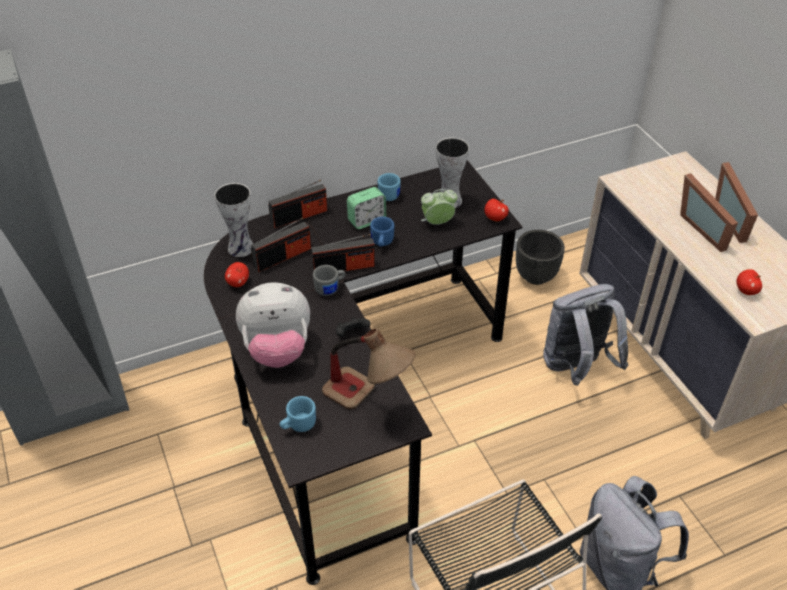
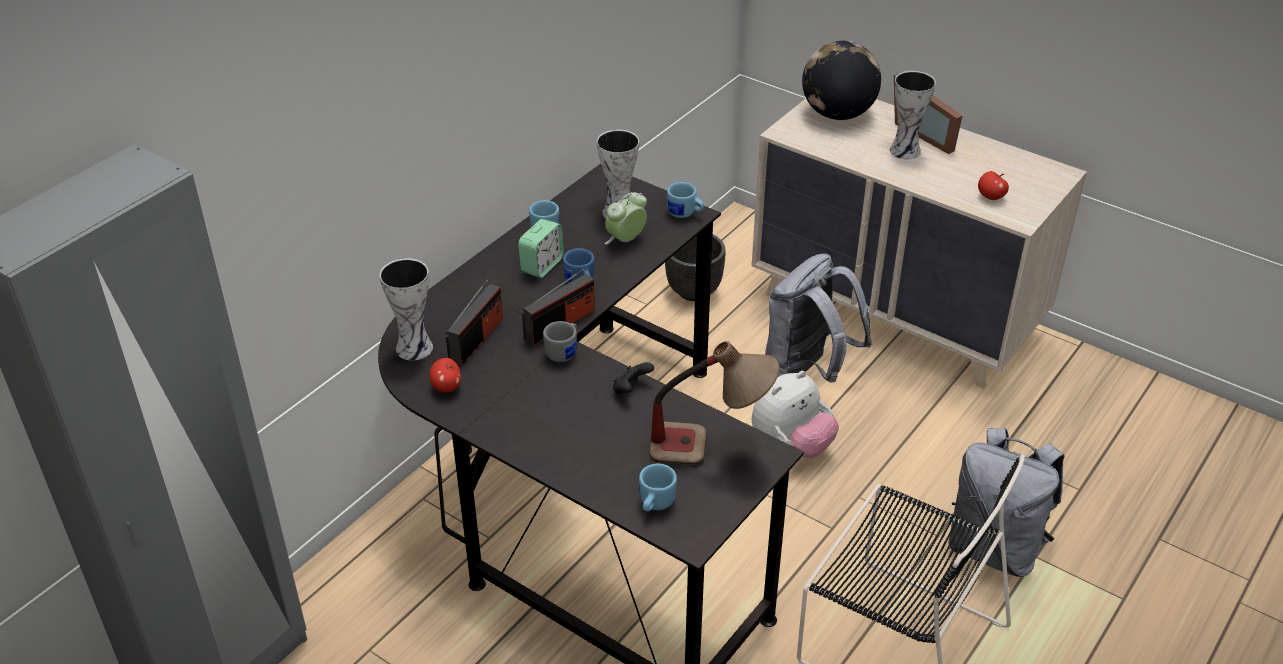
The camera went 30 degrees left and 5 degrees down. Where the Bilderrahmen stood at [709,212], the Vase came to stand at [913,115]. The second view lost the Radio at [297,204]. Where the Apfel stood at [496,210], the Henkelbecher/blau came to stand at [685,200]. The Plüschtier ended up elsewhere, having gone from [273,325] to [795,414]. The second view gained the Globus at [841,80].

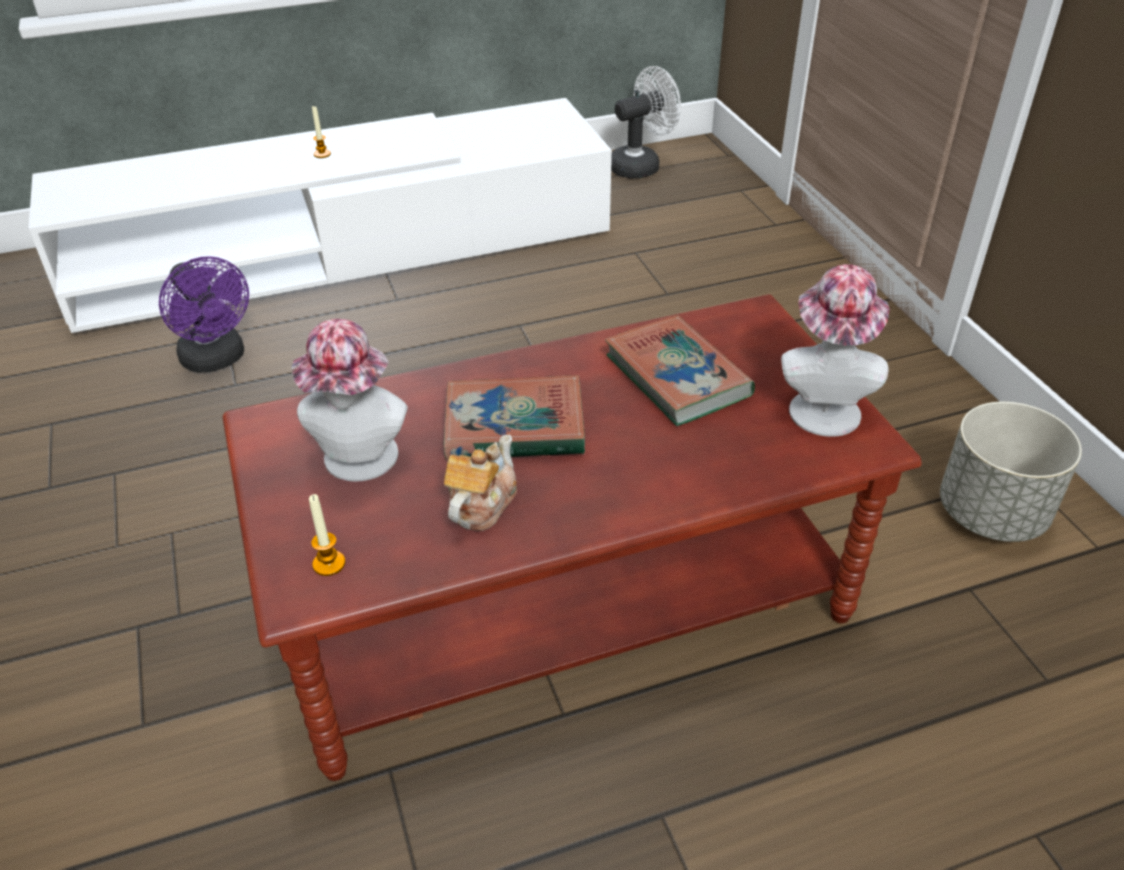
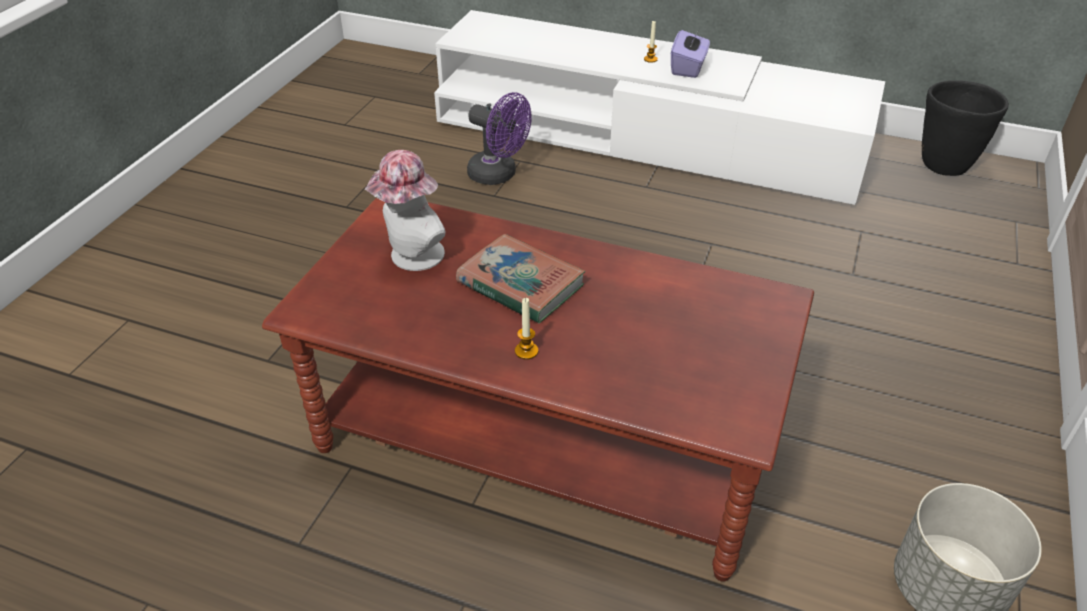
The camera went 40 degrees right and 0 degrees up. Where the Ventilator/weiß stood at [646,122], the Pflanzkübel/schwarz came to stand at [965,128]. The Ventilator/lila at [204,314] ended up facing another way, 60 degrees counterclockwise from before. The second view lost the Hut at [835,350]. The second view lost the Buch at [680,370]. The second view lost the Teekanne at [480,483]. The Kerze ended up elsewhere, having gone from [327,535] to [526,329]. The second view gained the Taschentuchbox/lila at [690,52].

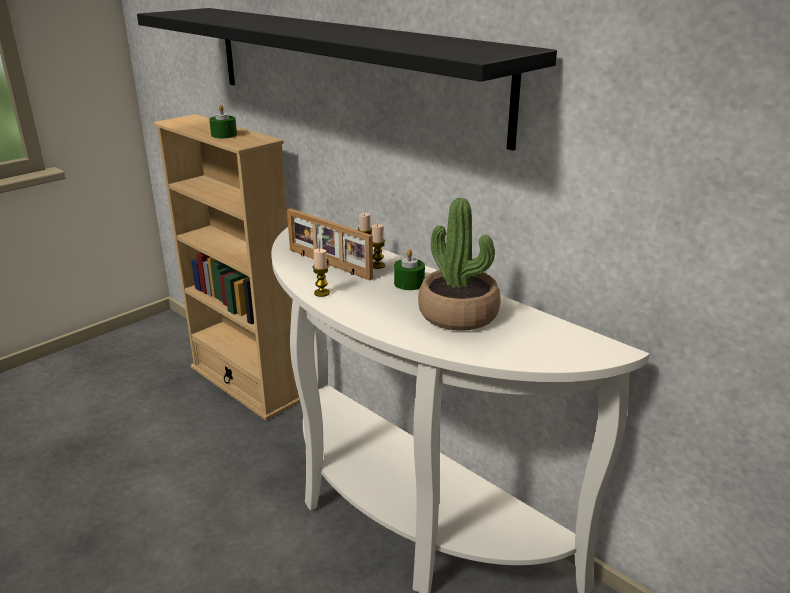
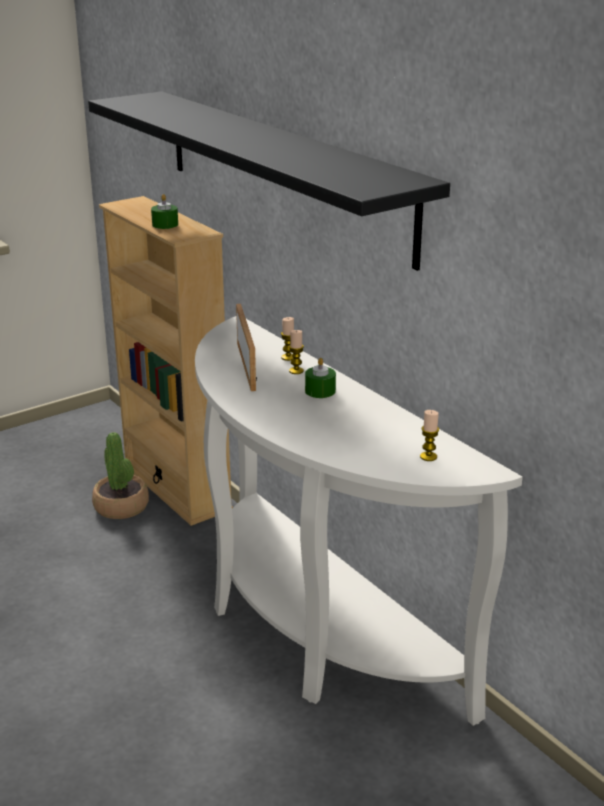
The camera went 10 degrees right and 0 degrees up. The Topfpflanze ended up elsewhere, having gone from [459,264] to [120,475]. The Bilderrahmen at [330,244] ended up facing another way, 150 degrees counterclockwise from before. The Kerze ended up elsewhere, having gone from [321,273] to [429,435].

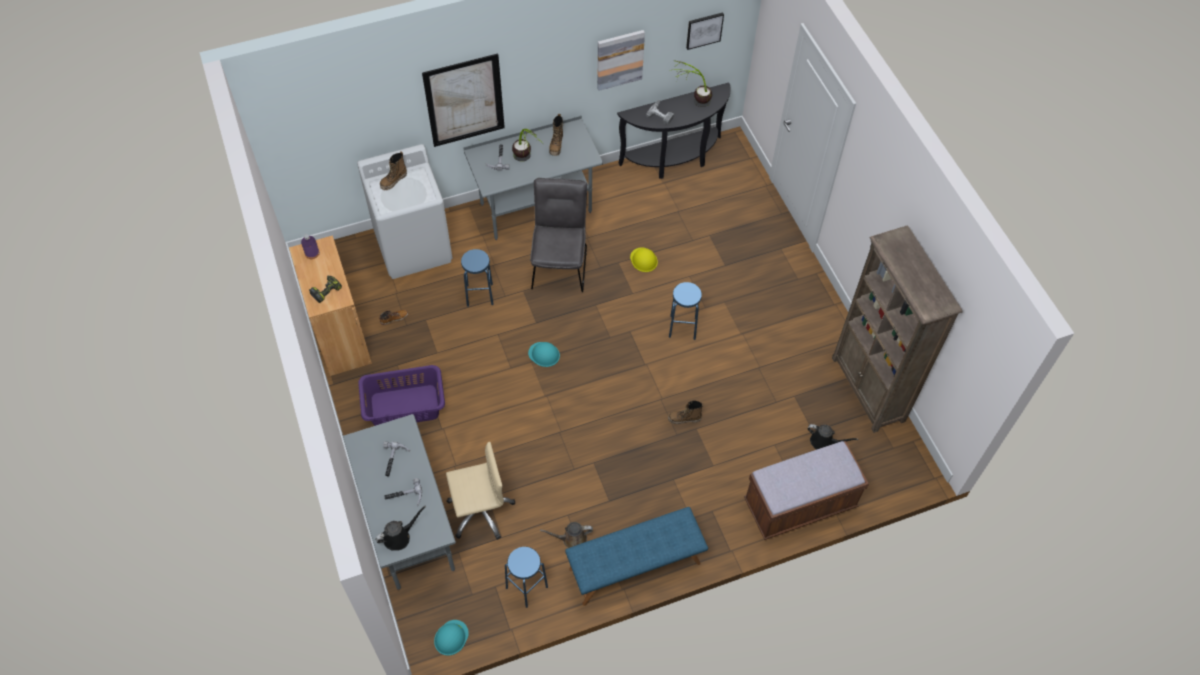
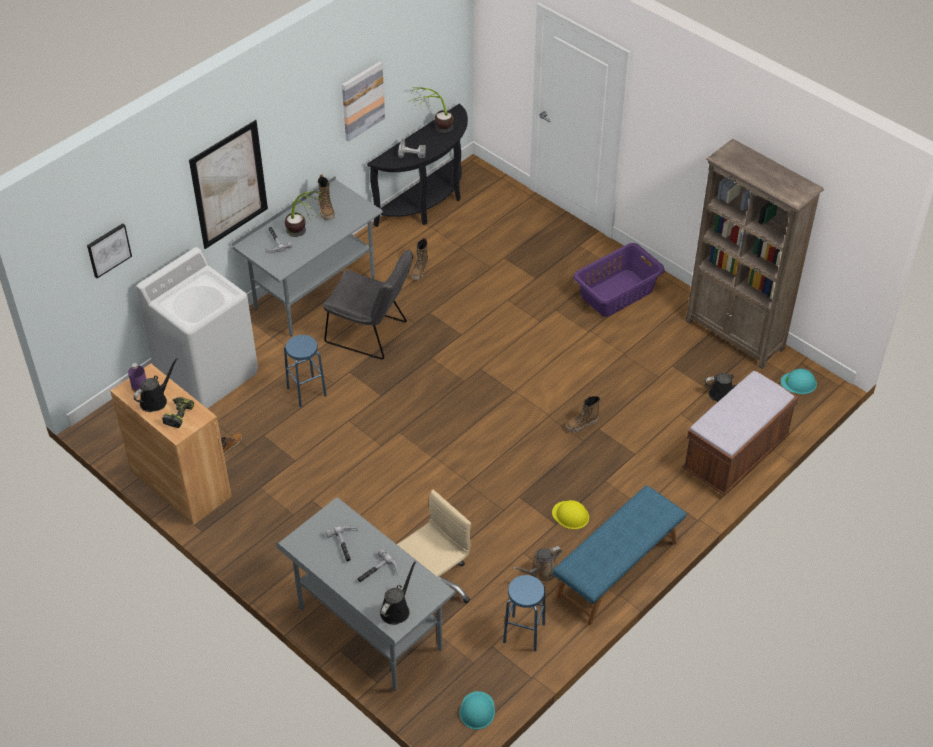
The camera went 25 degrees left and 10 degrees down. The Bild ended up elsewhere, having gone from [705,31] to [109,250]. The Stiefel ended up elsewhere, having gone from [393,170] to [419,258]. The Stuhl/grau at [559,235] ended up facing another way, 135 degrees clockwise from before. The Schutzhelm/gelb ended up elsewhere, having gone from [644,260] to [570,514]. The second view lost the Hocker/blau at [685,311]. The Schutzhelm/türkis ended up elsewhere, having gone from [544,354] to [799,381]. The Wäschekorb/lila ended up elsewhere, having gone from [401,395] to [619,280]. The second view gained the Gießkanne/schwarz at [155,385].

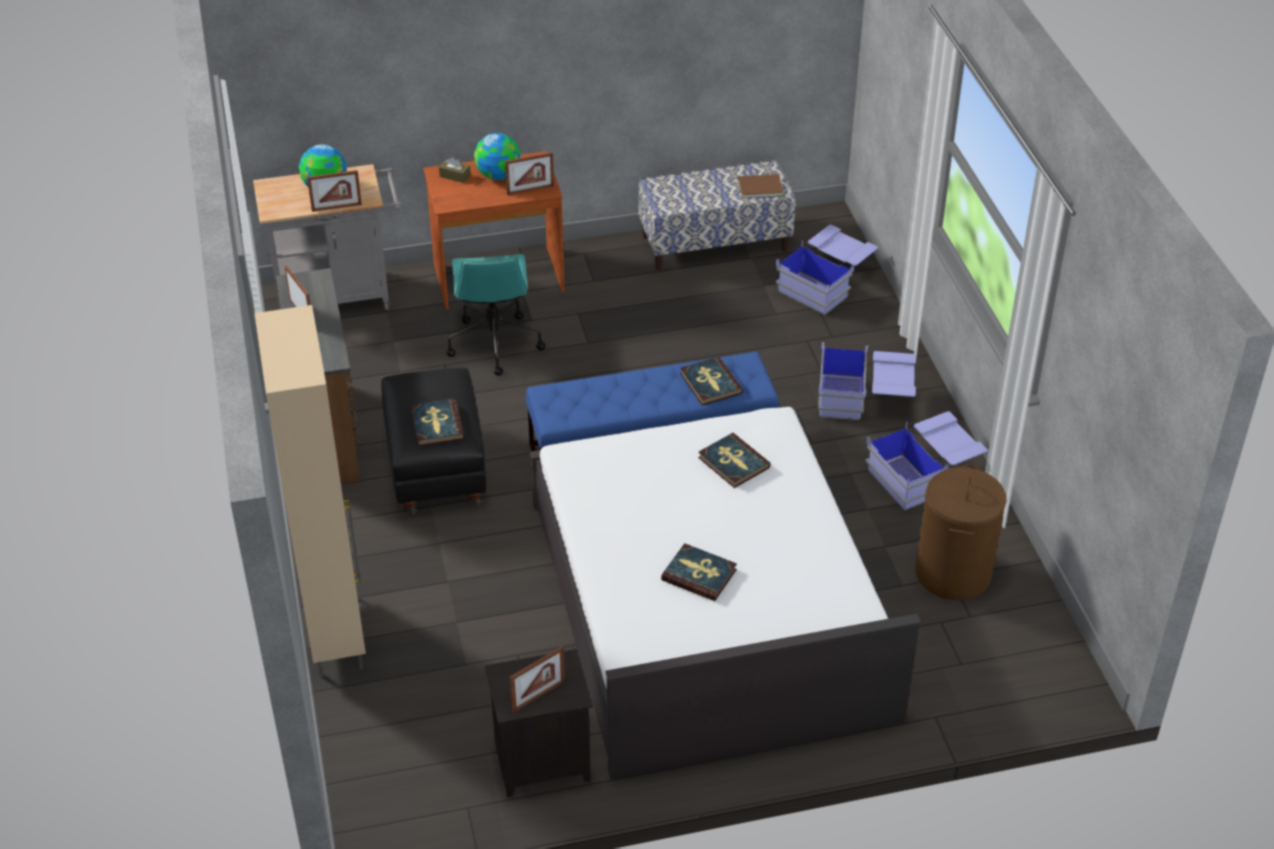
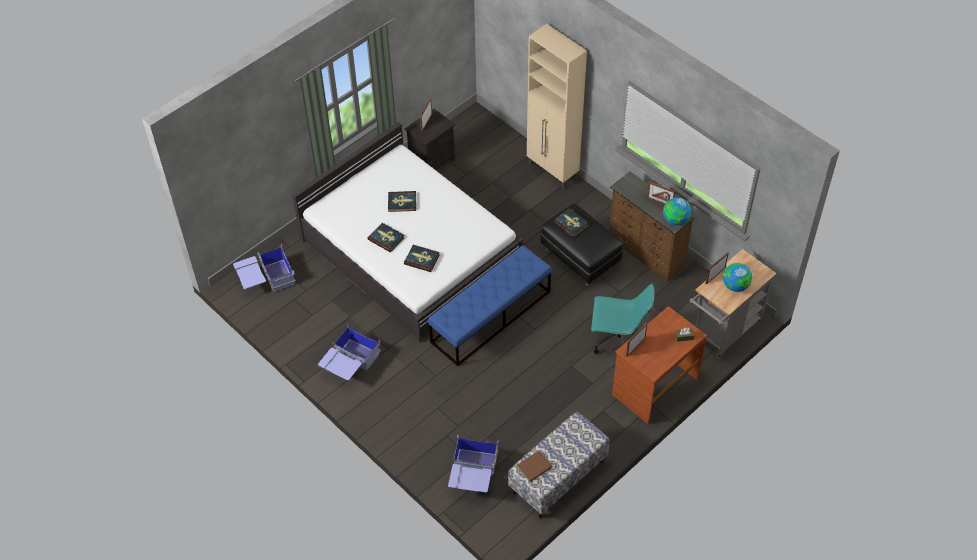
The camera went 150 degrees right and 10 degrees up. The Globus ended up elsewhere, having gone from [497,156] to [677,211]. The Bürostuhl/türkis at [495,315] ended up facing another way, 135 degrees clockwise from before. The Aufbewahrungsbox/blau ended up elsewhere, having gone from [867,381] to [264,268]. The Buch ended up elsewhere, having gone from [711,381] to [386,237]. The second view lost the Wäschekorb/braun at [961,532].

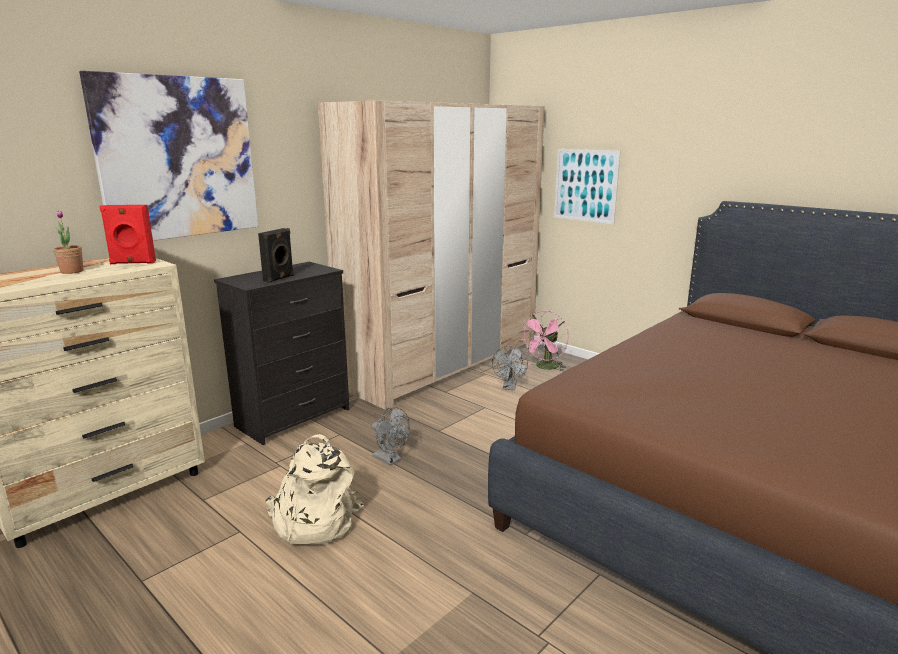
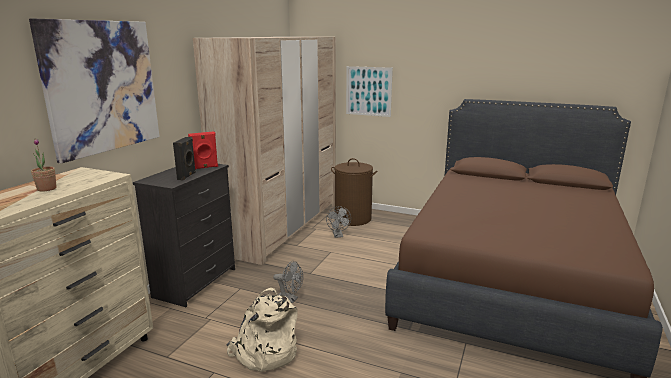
The camera went 20 degrees left and 0 degrees up. The Lautsprecher/rot ended up elsewhere, having gone from [127,234] to [203,150]. Where the Ventilator/rosa stood at [544,341], the Wäschekorb/braun came to stand at [354,192].

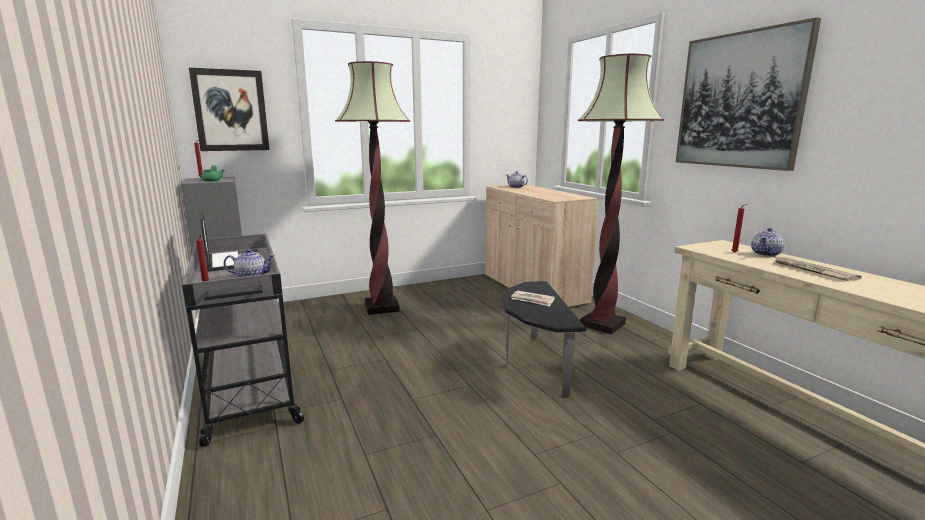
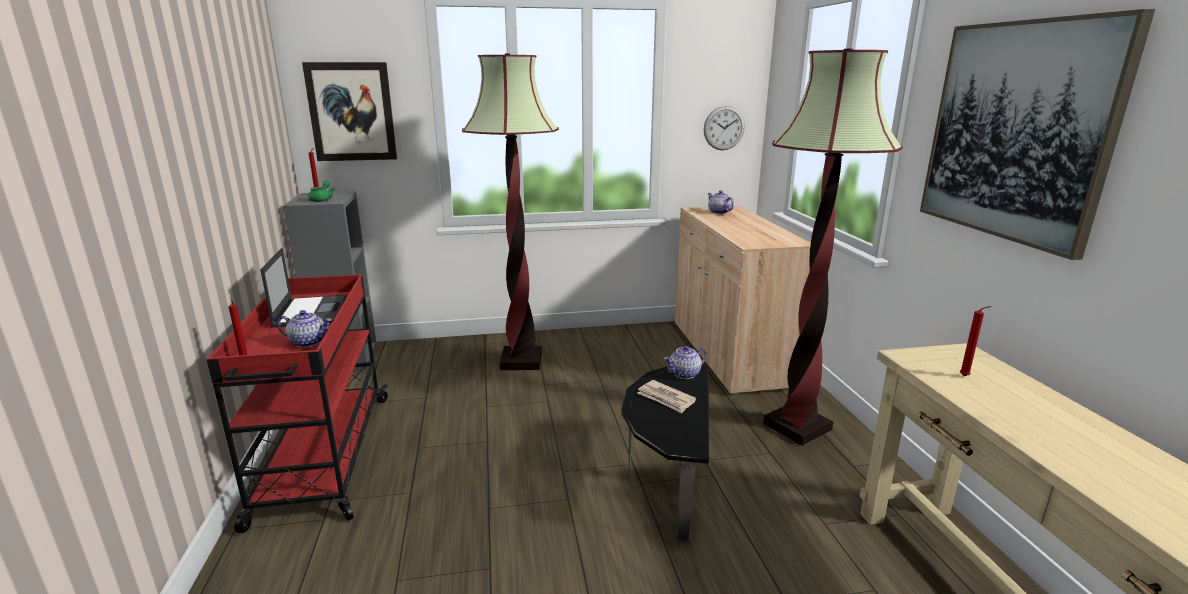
The camera went 15 degrees right and 5 degrees up. The Teekanne ended up elsewhere, having gone from [767,242] to [685,362]. What was the Rollwagen/grau at [243,340] turned into the Rollwagen/rot at [298,403]. The second view lost the Zeitung at [818,269]. The second view gained the Wanduhr at [724,128].

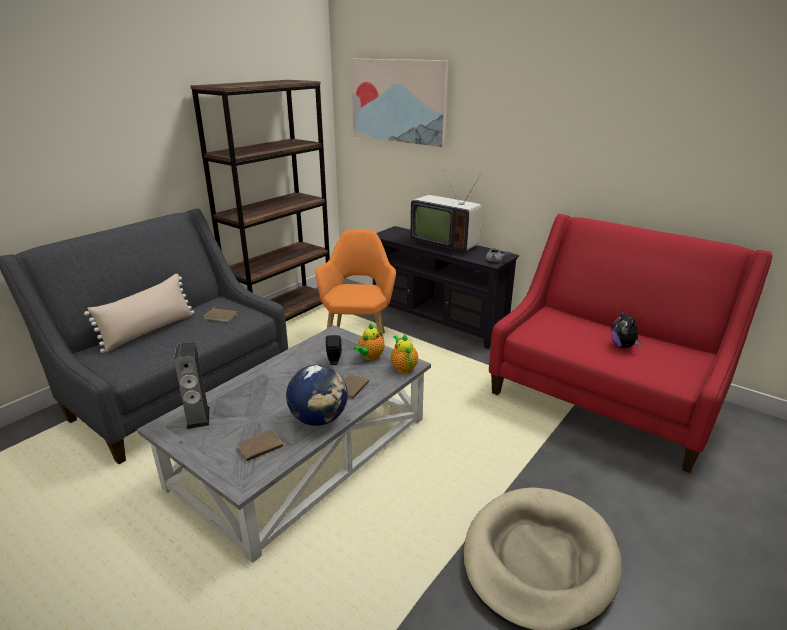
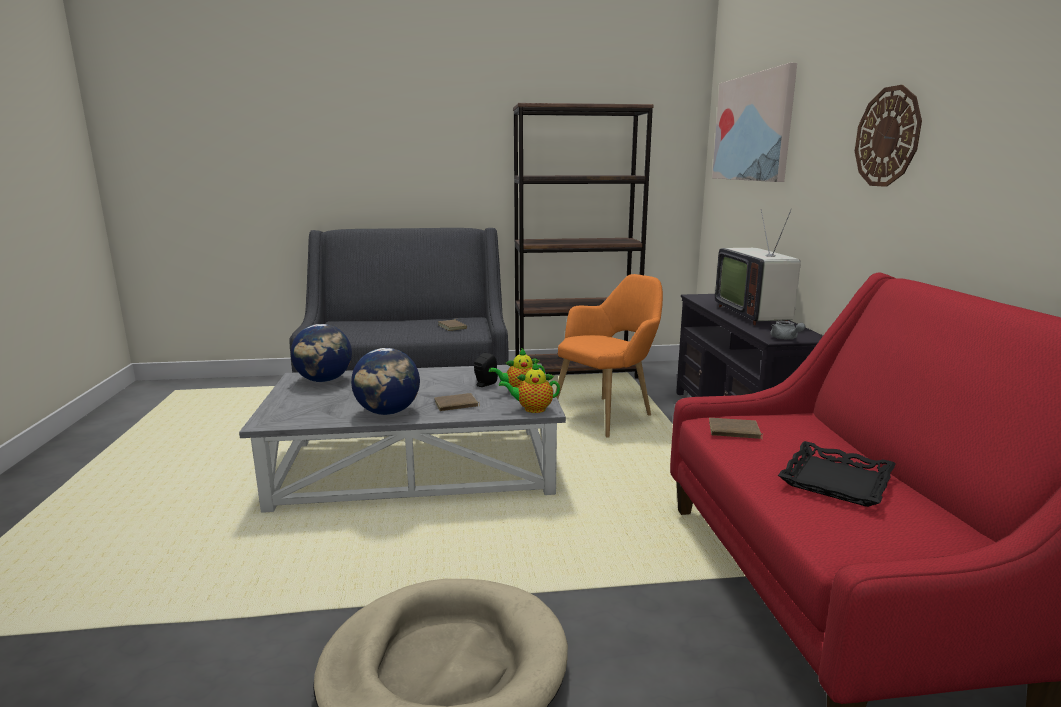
The camera went 45 degrees right and 10 degrees down. The second view lost the Kissen/beige at [139,313]. Where the Plüschtier stood at [626,328], the Tablett/schwarz came to stand at [837,474]. The Teekanne at [404,353] ended up facing another way, 120 degrees counterclockwise from before. Where the Lautsprecher stood at [192,385], the Globus came to stand at [321,353]. The Buch/braun ended up elsewhere, having gone from [261,445] to [736,428]. The second view gained the Wanduhr at [888,136].

